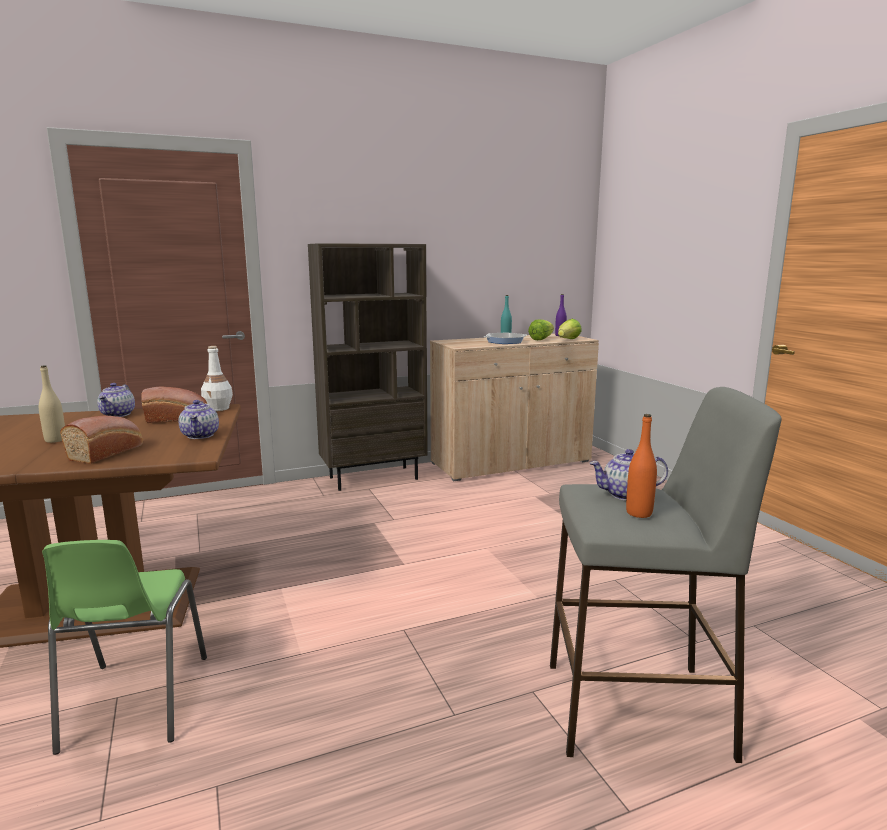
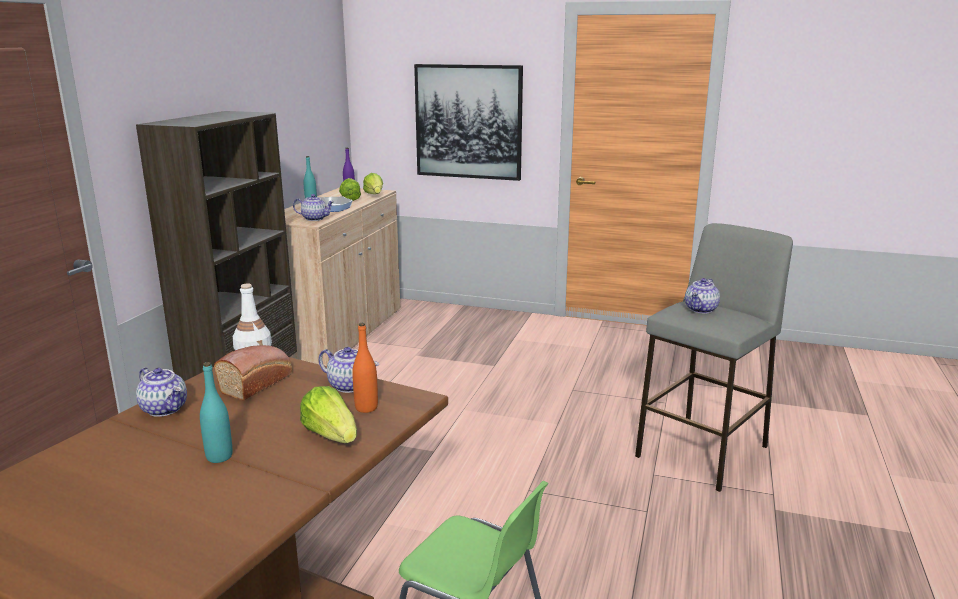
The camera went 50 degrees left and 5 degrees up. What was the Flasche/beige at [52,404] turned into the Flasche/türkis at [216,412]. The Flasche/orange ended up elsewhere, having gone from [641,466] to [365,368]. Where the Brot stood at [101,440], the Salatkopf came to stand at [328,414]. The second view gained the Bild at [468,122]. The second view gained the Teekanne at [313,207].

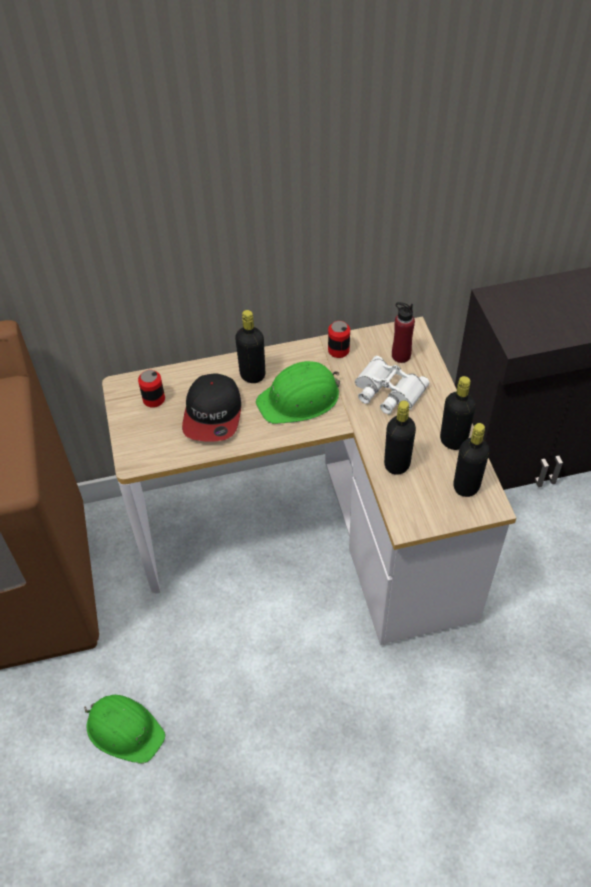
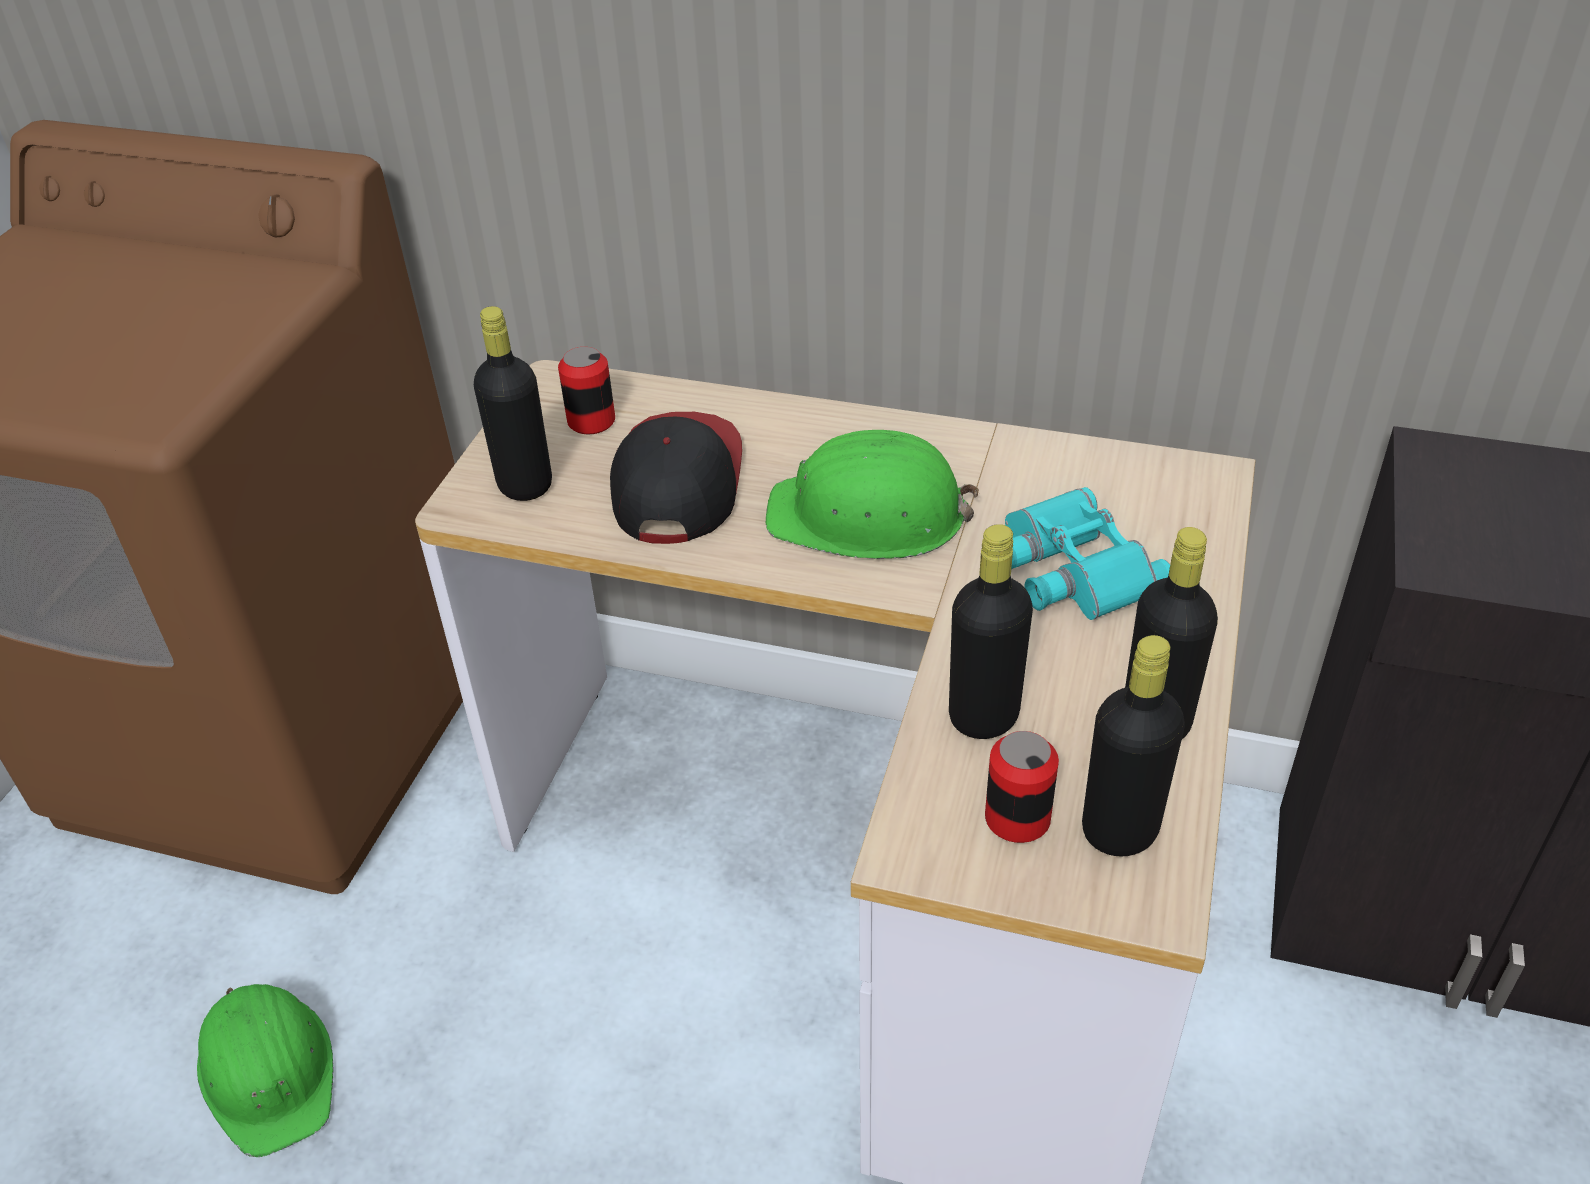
The camera went 30 degrees right and 10 degrees down. The second view lost the Flasche/rot at [403,332]. The Flasche/schwarz ended up elsewhere, having gone from [250,346] to [513,403]. The Dose ended up elsewhere, having gone from [339,339] to [1022,787]. What was the Fernglas/weiß at [392,385] turned into the Fernglas/türkis at [1087,553]. The Kappe at [211,407] ended up facing another way, 150 degrees clockwise from before.

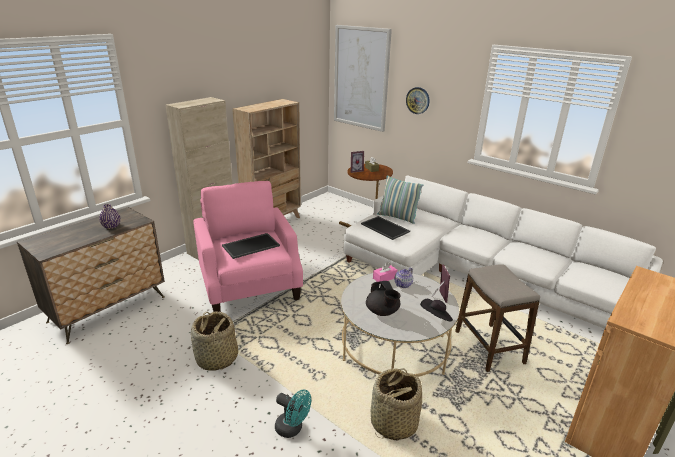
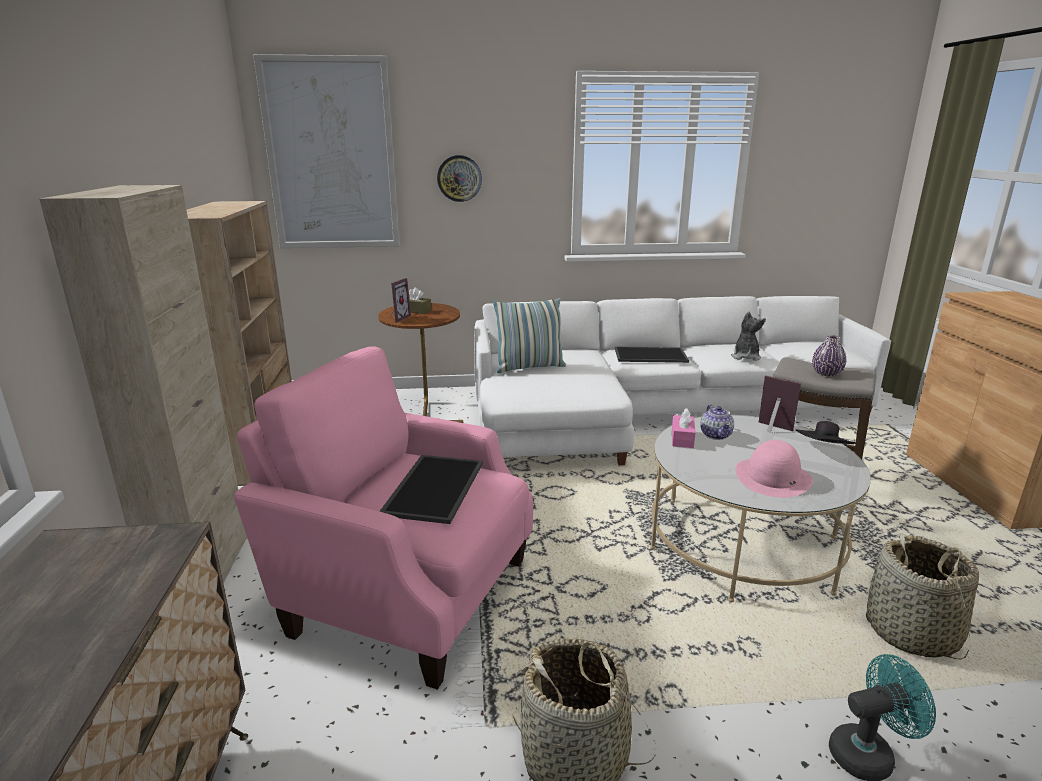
The camera went 45 degrees left and 5 degrees down. The Vase/lila ended up elsewhere, having gone from [110,216] to [829,356]. The Tablett ended up elsewhere, having gone from [385,228] to [652,355]. Where the Teekanne/schwarz stood at [383,298], the Hut/rosa came to stand at [774,469]. The second view gained the Plüschtier at [748,336].

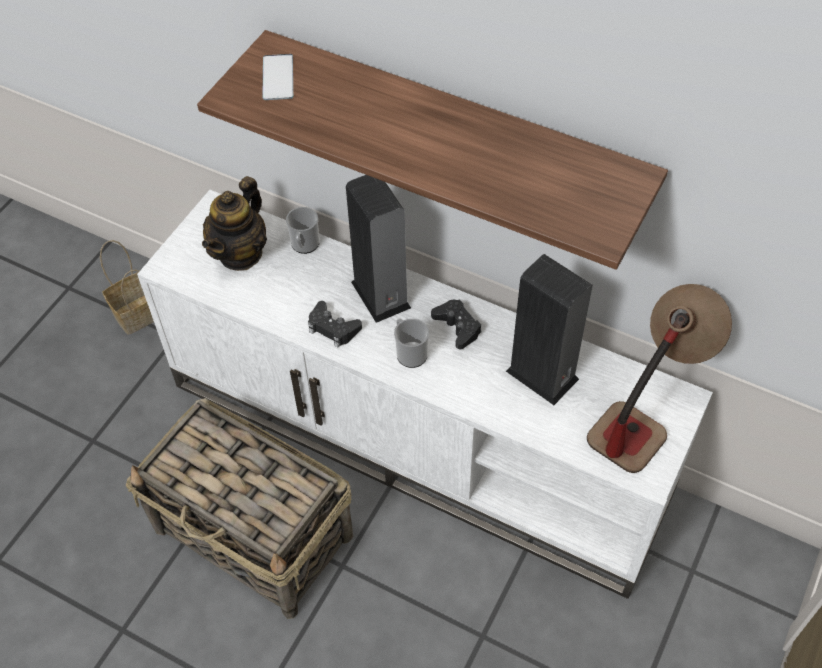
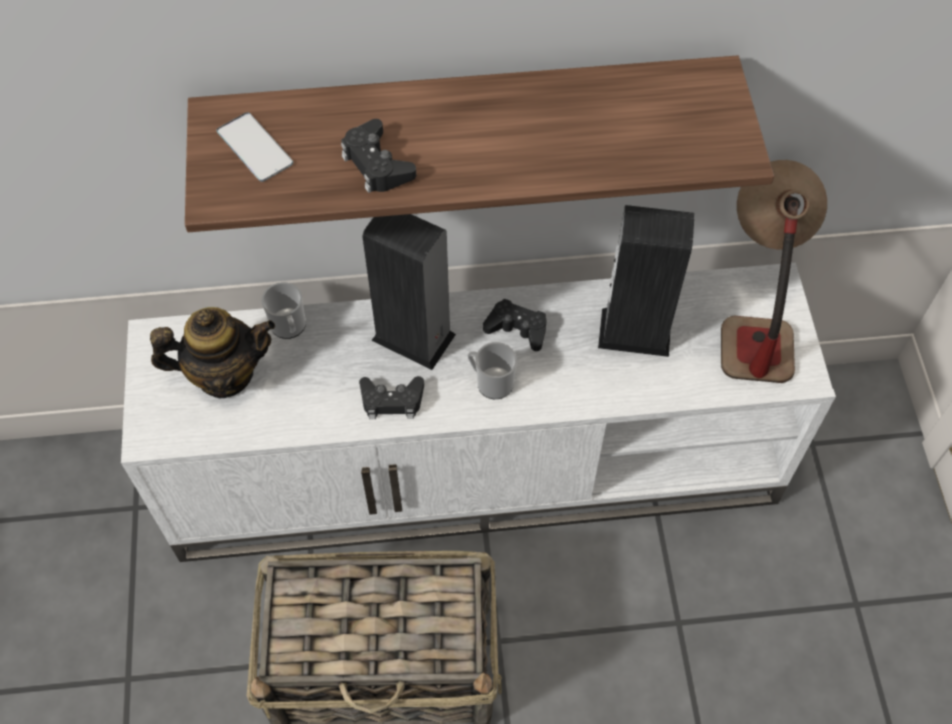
The camera went 35 degrees left and 5 degrees up. The Teekanne at [234,223] ended up facing another way, 90 degrees counterclockwise from before. The second view lost the Korb at [127,287]. The second view gained the Gamepad/schwarz at [378,156].

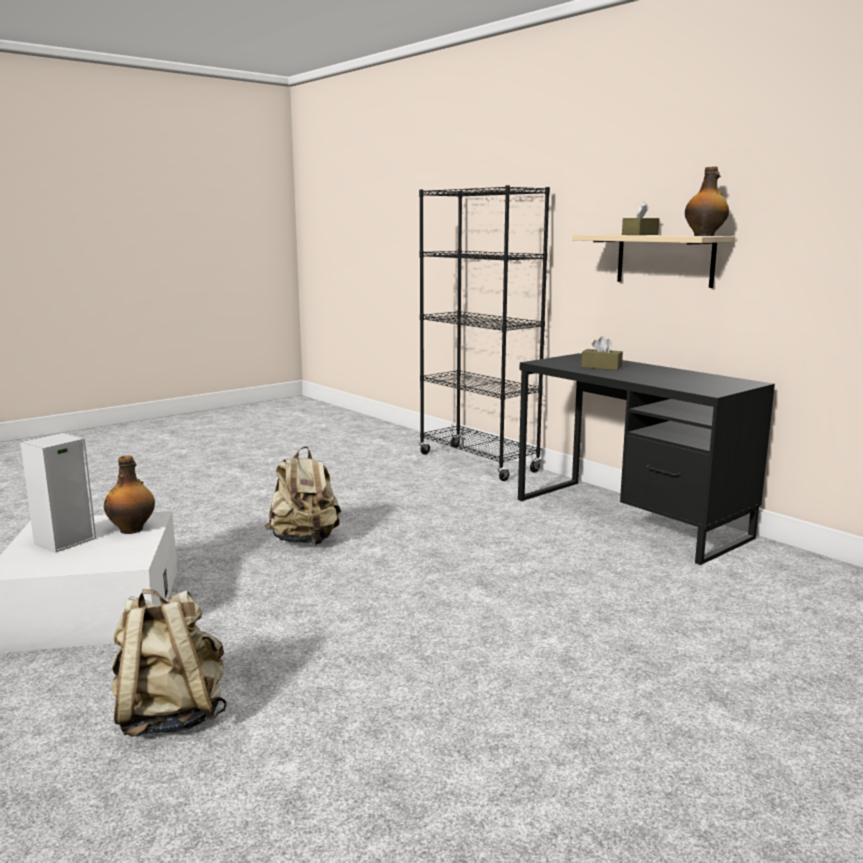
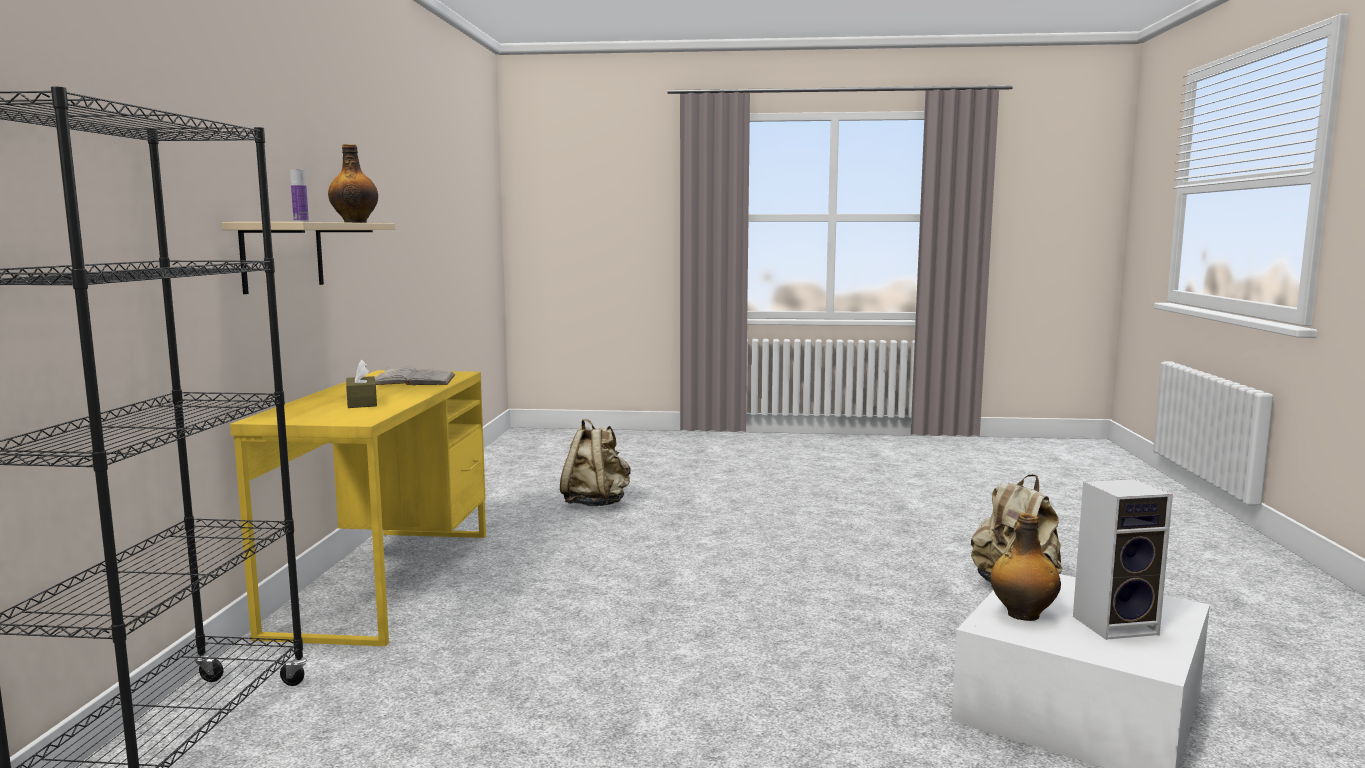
The camera went 135 degrees left and 5 degrees down. Where the Taschentuchbox/braun stood at [641,218], the Flasche came to stand at [299,195]. What was the Schreibtisch/schwarz at [646,459] turned into the Schreibtisch/gelb at [358,508]. The Rucksack/beige ended up elsewhere, having gone from [303,495] to [595,462]. The second view gained the Buch/weiß at [415,375].

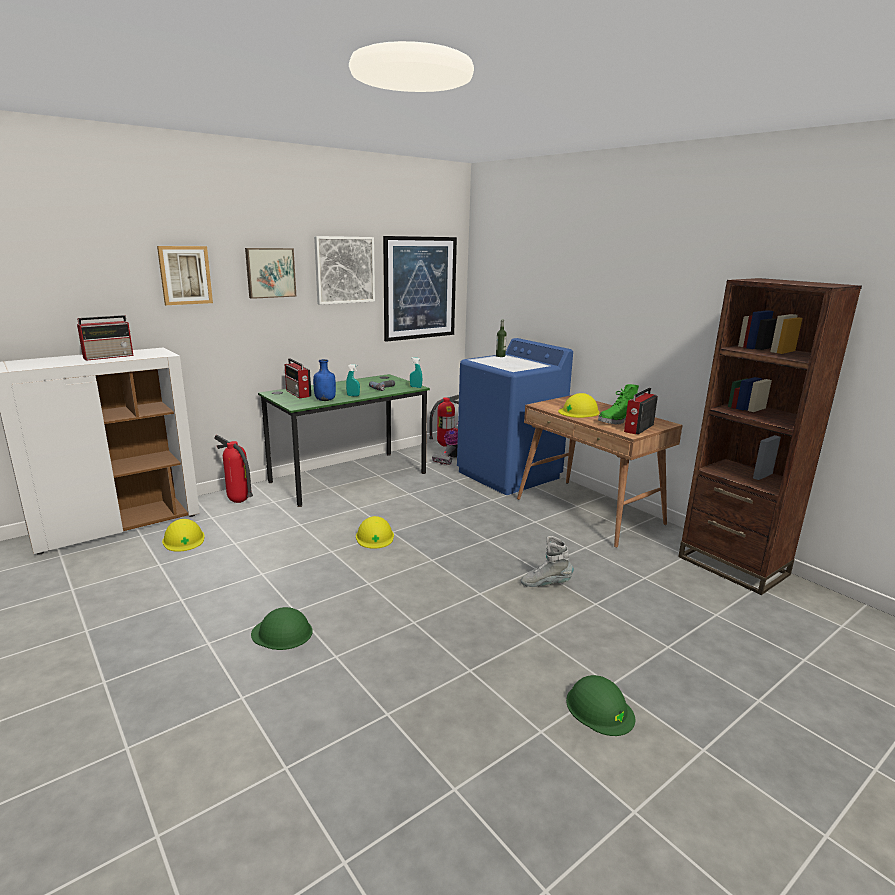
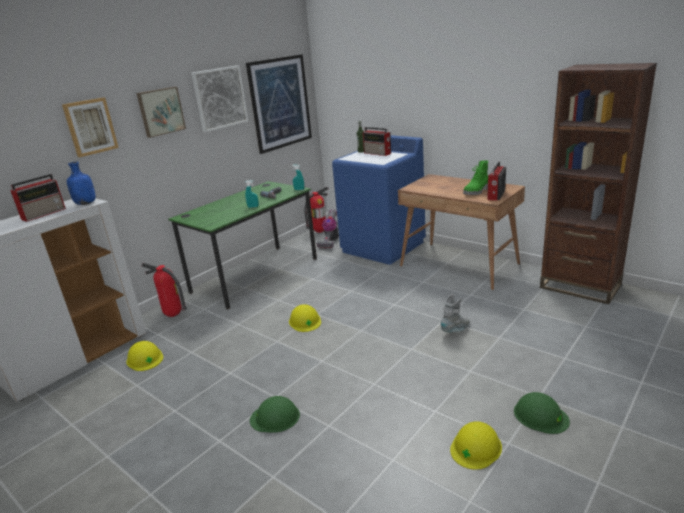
The camera went 10 degrees left and 5 degrees up. The Radio ended up elsewhere, having gone from [297,378] to [377,141]. The Flasche/blau ended up elsewhere, having gone from [324,380] to [81,183]. The Schutzhelm/gelb ended up elsewhere, having gone from [579,405] to [476,445]. The Stiefel/grau at [547,561] ended up facing another way, 150 degrees clockwise from before.

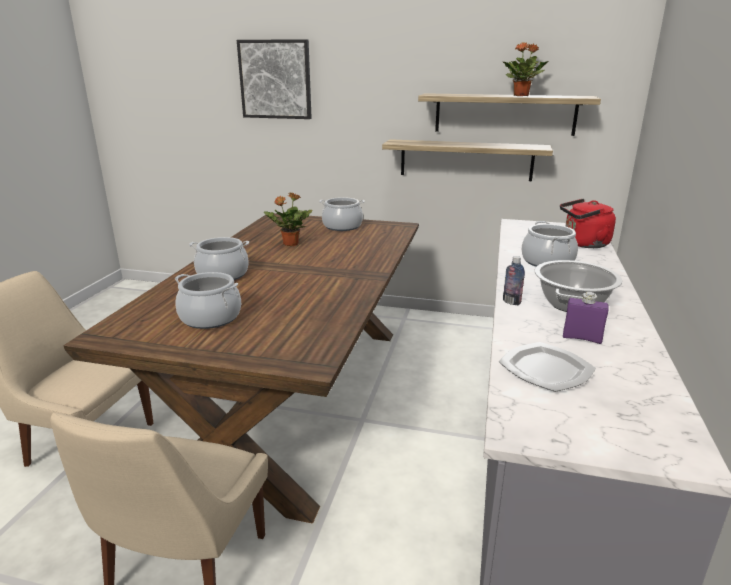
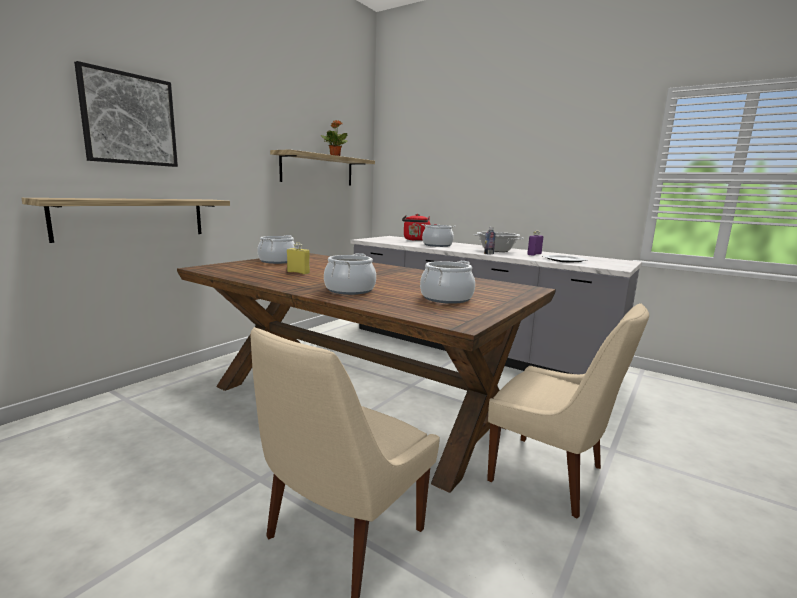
The camera went 70 degrees left and 10 degrees down. The Wandregal ended up elsewhere, having gone from [467,160] to [126,220]. Where the Topfpflanze stood at [288,219], the Flasche/gelb came to stand at [298,258].

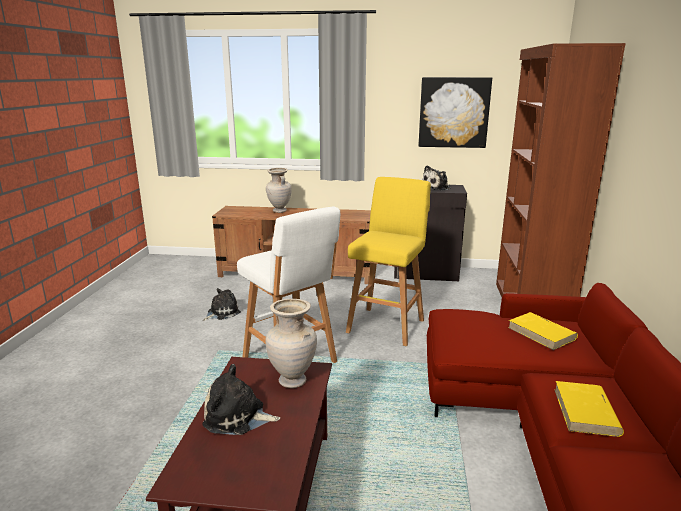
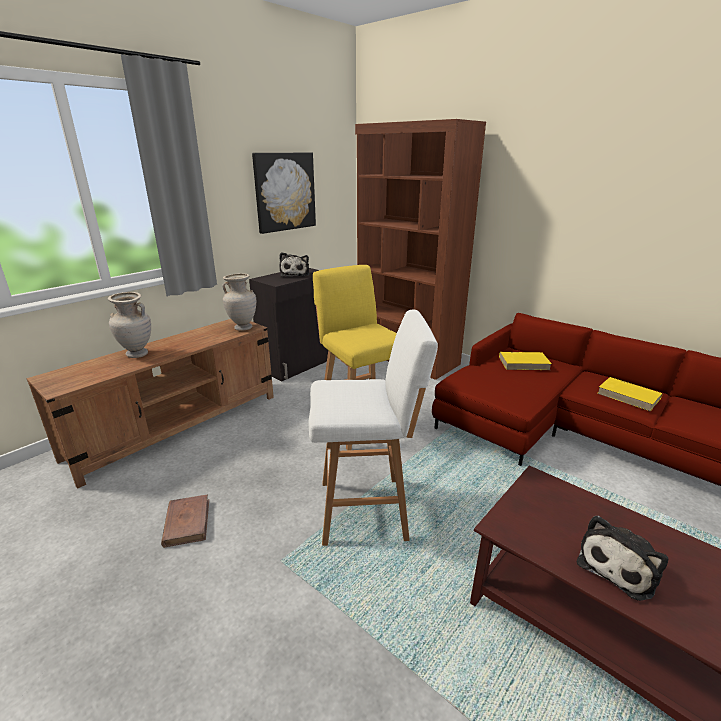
The camera went 55 degrees left and 5 degrees up. Where the Plüschtier stood at [222,304], the Buch/braun came to stand at [185,521]. The Vase/beige ended up elsewhere, having gone from [291,343] to [239,302].

